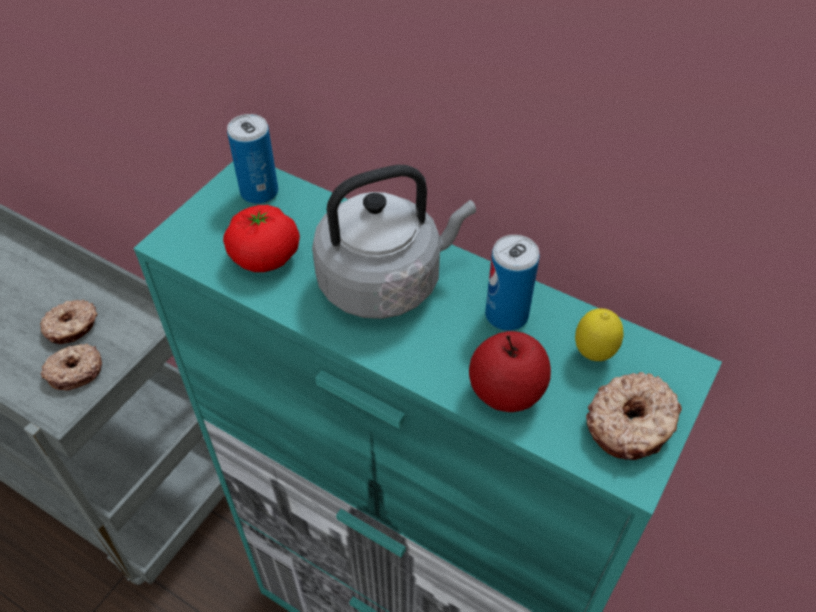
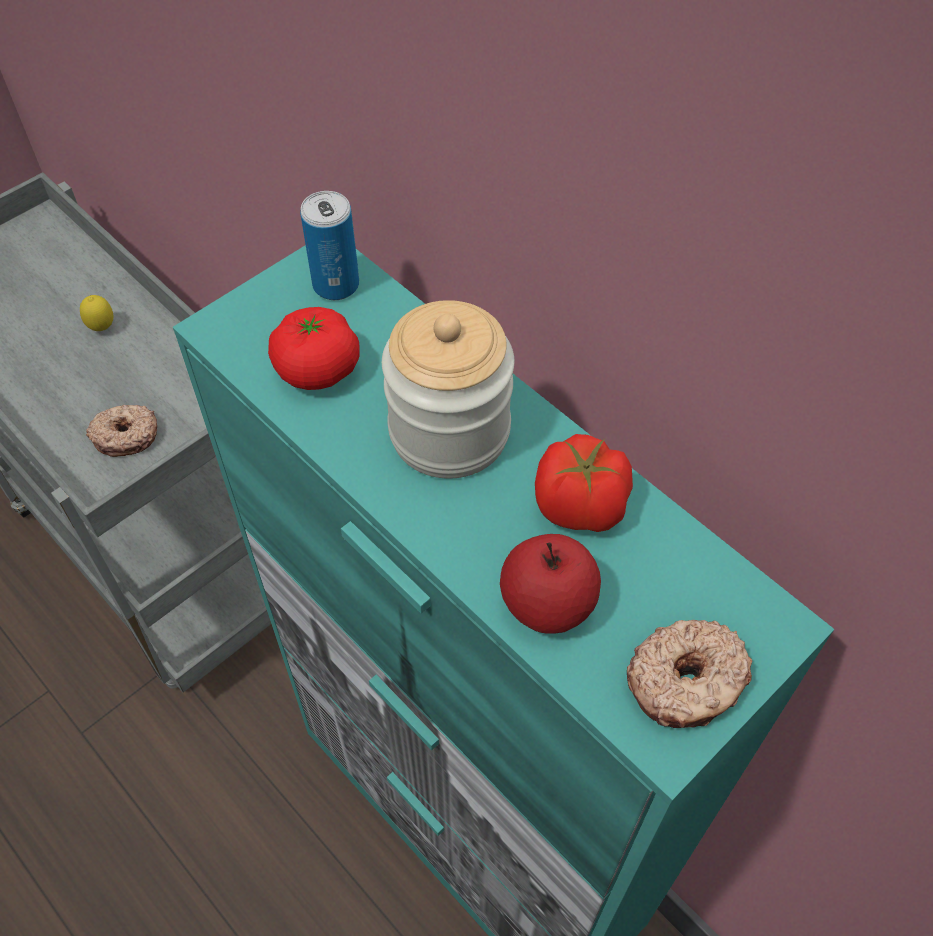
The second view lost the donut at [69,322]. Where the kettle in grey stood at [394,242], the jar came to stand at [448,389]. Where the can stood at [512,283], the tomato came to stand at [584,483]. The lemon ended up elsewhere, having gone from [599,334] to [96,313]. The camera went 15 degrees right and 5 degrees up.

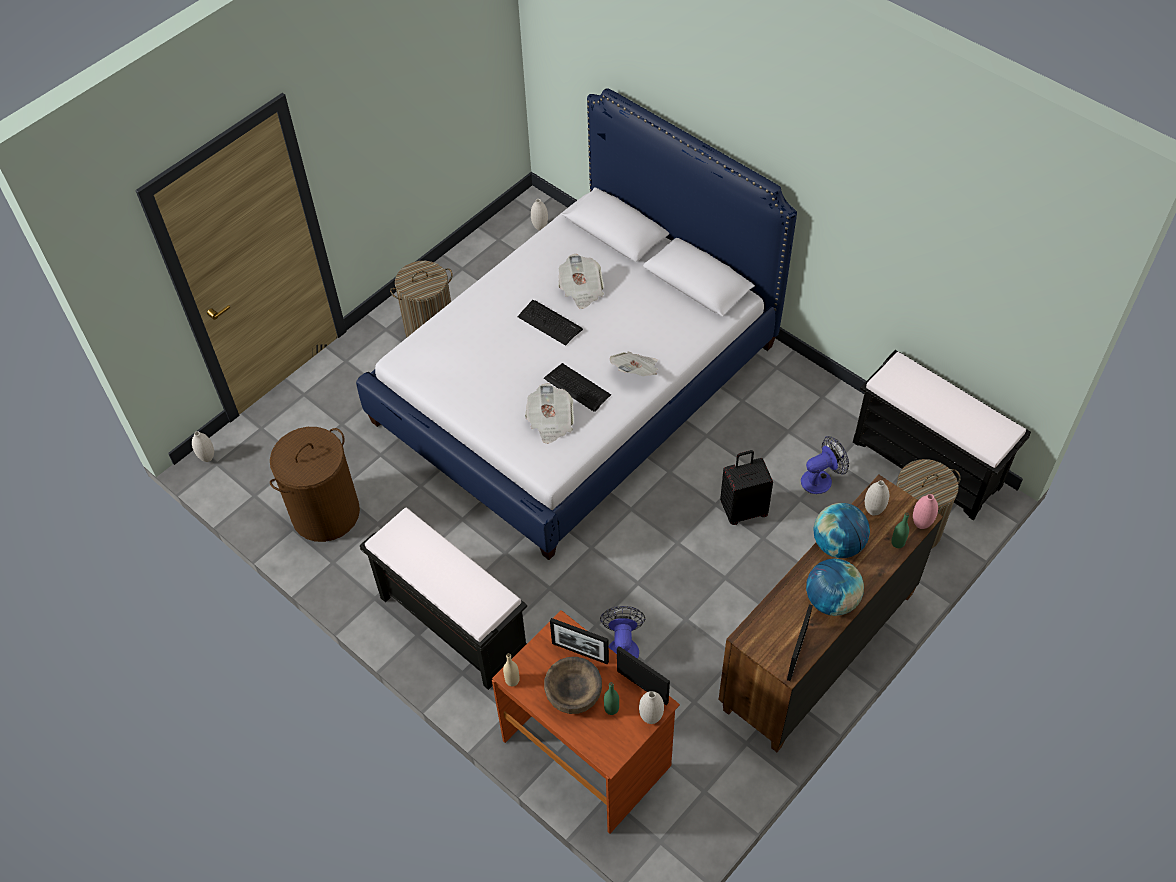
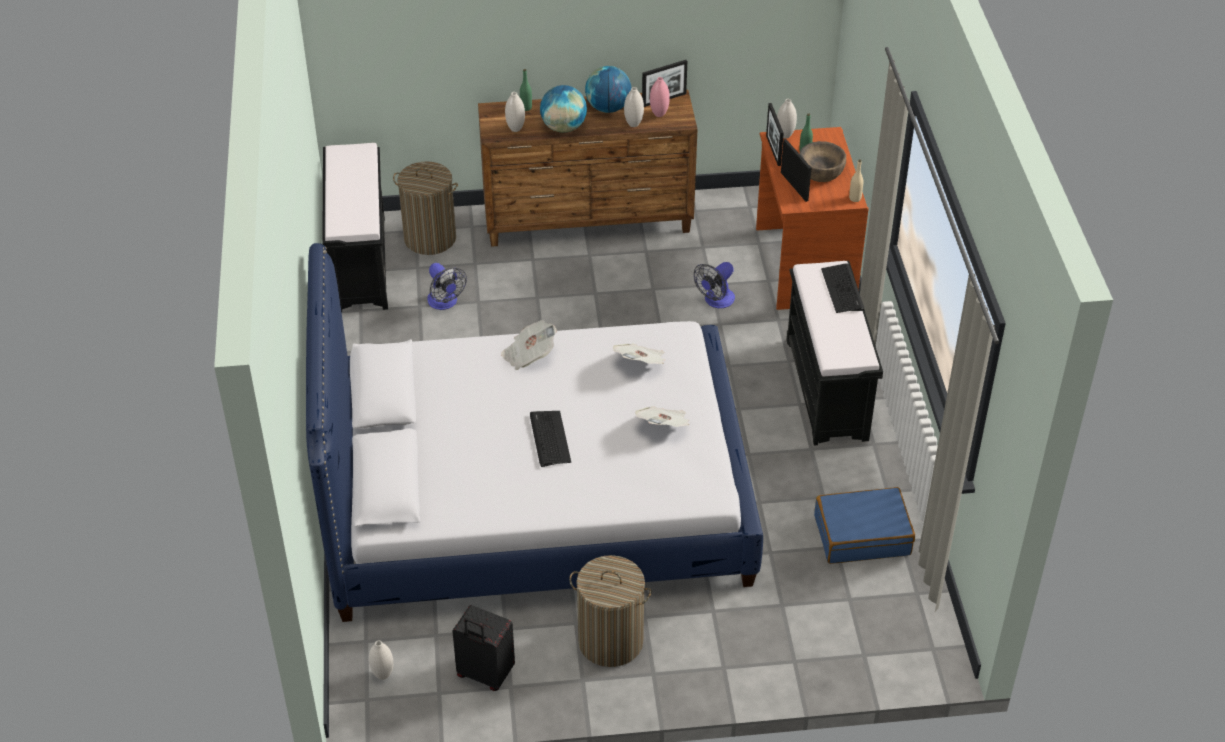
The vase in white ended up elsewhere, having gone from [203,446] to [634,107]. Where the laundry basket in brown stood at [315,484], the suitcase in blue came to stand at [864,525]. The keyboard ended up elsewhere, having gone from [577,387] to [842,288]. The newspaper ended up elsewhere, having gone from [581,281] to [662,416]. The suitcase in black ended up elsewhere, having gone from [746,487] to [483,648]. The fan at [825,465] ended up facing another way, 135 degrees counterclockwise from before. The vase in pink ended up elsewhere, having gone from [925,511] to [660,97]. The camera went 140 degrees left and 10 degrees down.

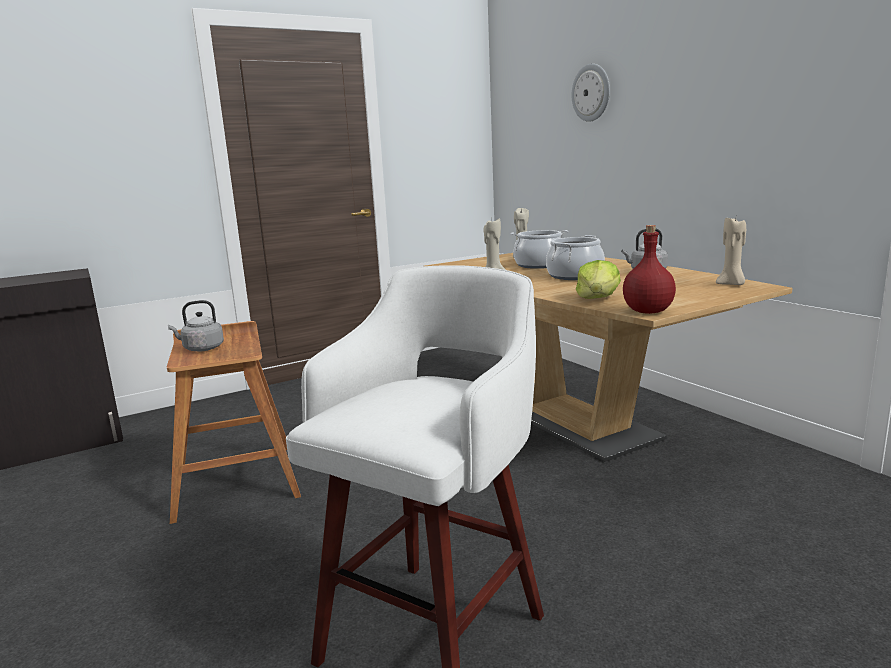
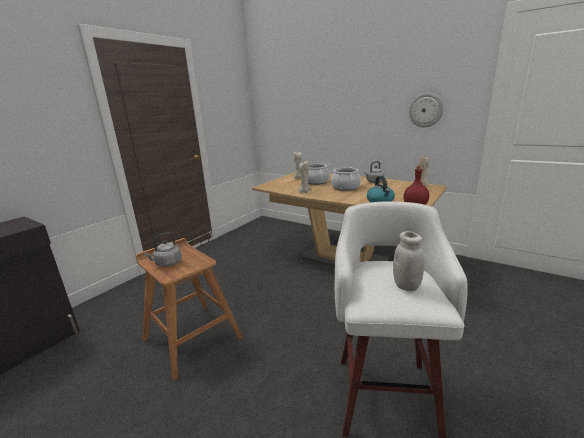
The wall clock ended up elsewhere, having gone from [591,93] to [426,110]. Where the lettuce stood at [598,279], the kettle came to stand at [381,189]. The second view gained the jar in white at [409,261]. The camera went 25 degrees left and 5 degrees up.

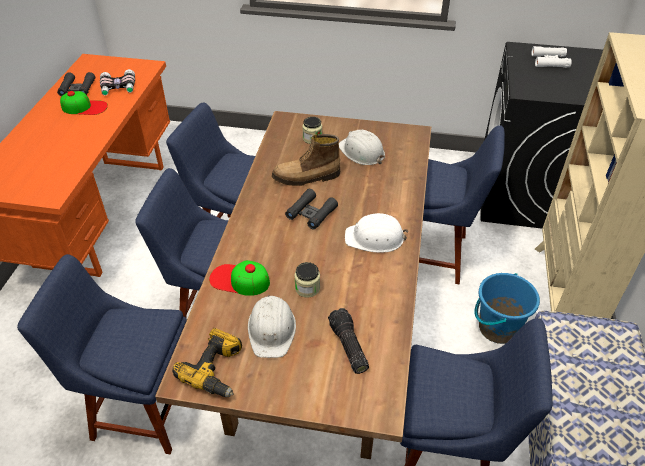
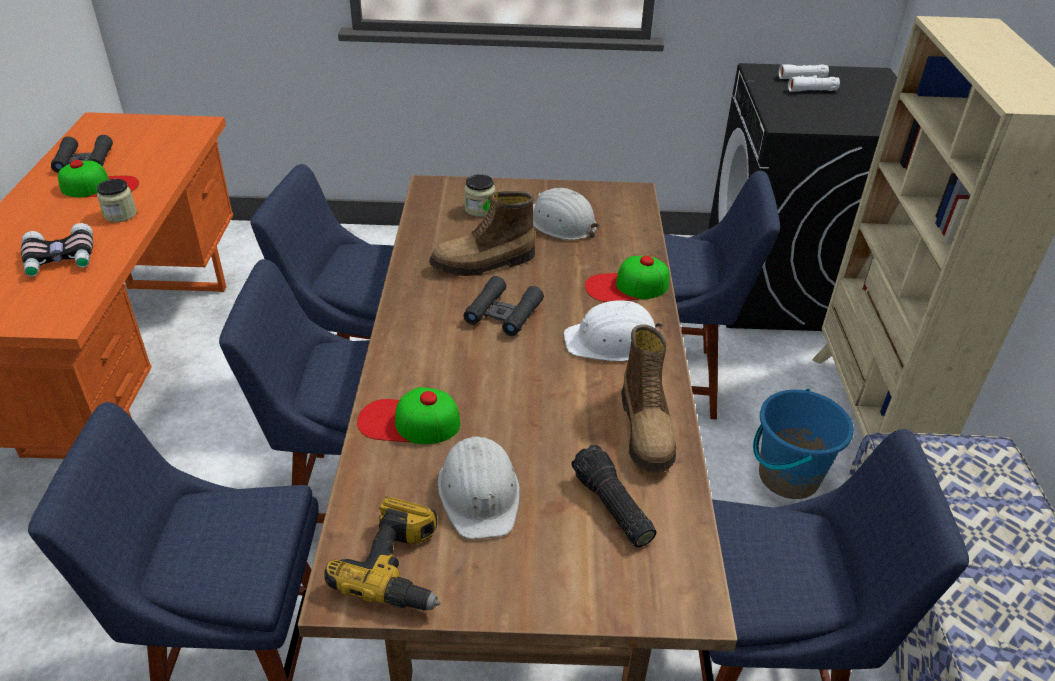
The binoculars ended up elsewhere, having gone from [117,82] to [57,250]. The jar ended up elsewhere, having gone from [307,280] to [117,200]. The second view gained the cap at [627,279]. The second view gained the boot at [648,398]. The camera went 10 degrees left and 5 degrees down.

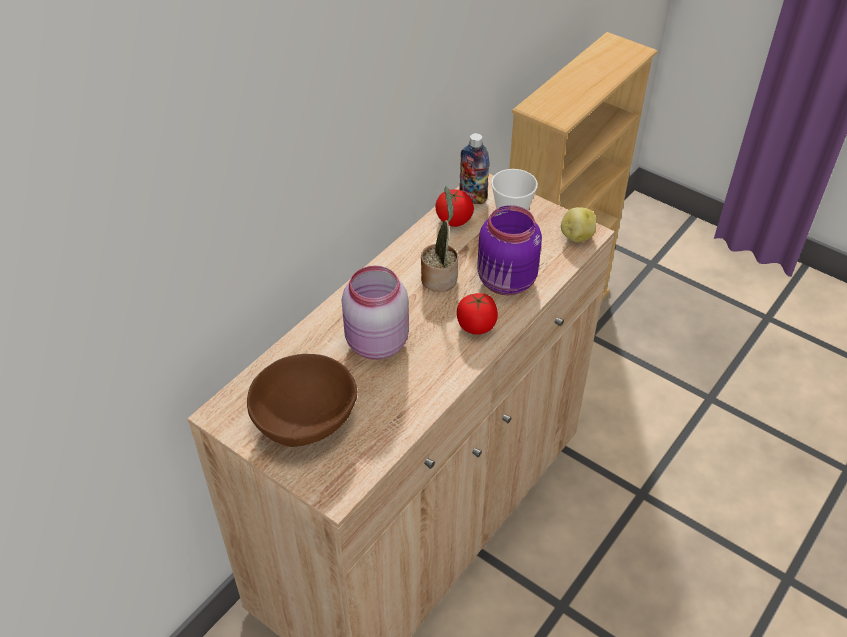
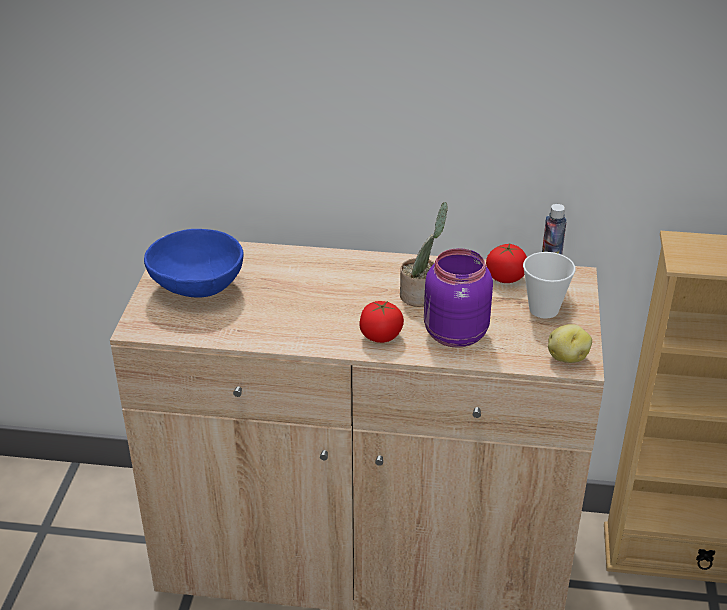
What was the bowl in brown at [302,400] turned into the bowl in blue at [194,263]. The second view lost the jar in pink at [375,313]. The camera went 60 degrees right and 10 degrees down.

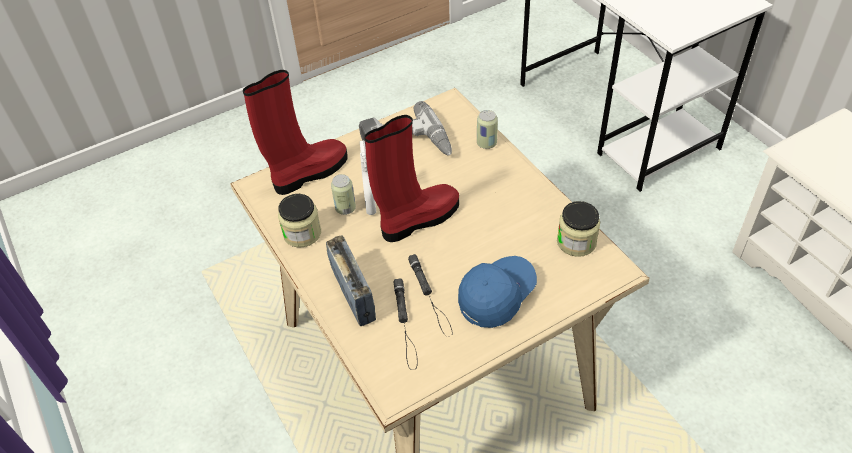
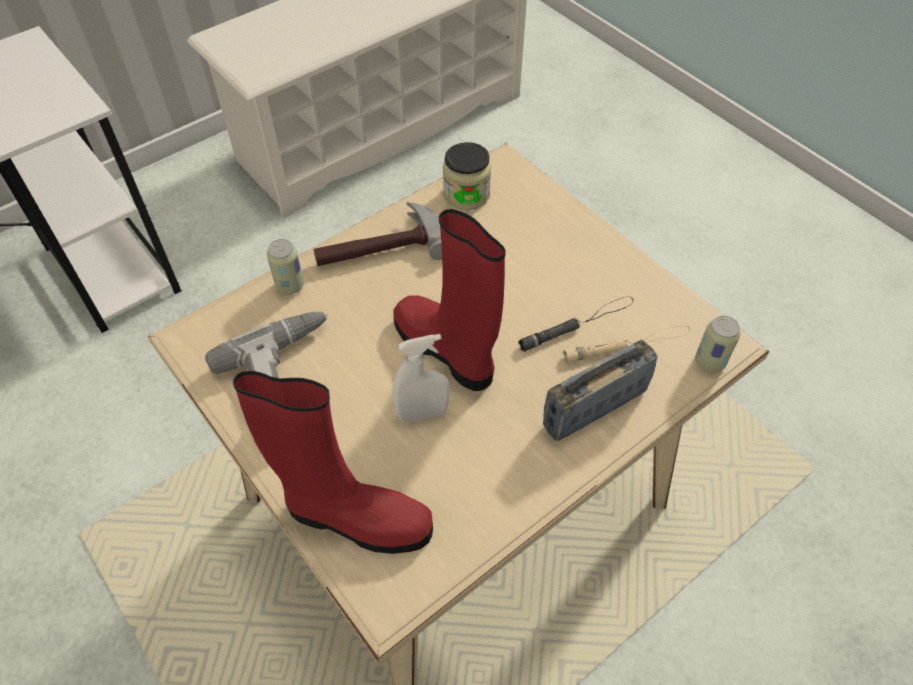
The boot in red at [295,132] ended up facing another way, 150 degrees clockwise from before. The second view lost the jar at [299,221]. The can ended up elsewhere, having gone from [343,194] to [718,344]. What was the flashlight in black at [406,323] turned into the flashlight in beige at [626,344]. The second view lost the cap in blue at [497,292]. The second view gained the hammer at [377,234]. The camera went 100 degrees left and 5 degrees up.

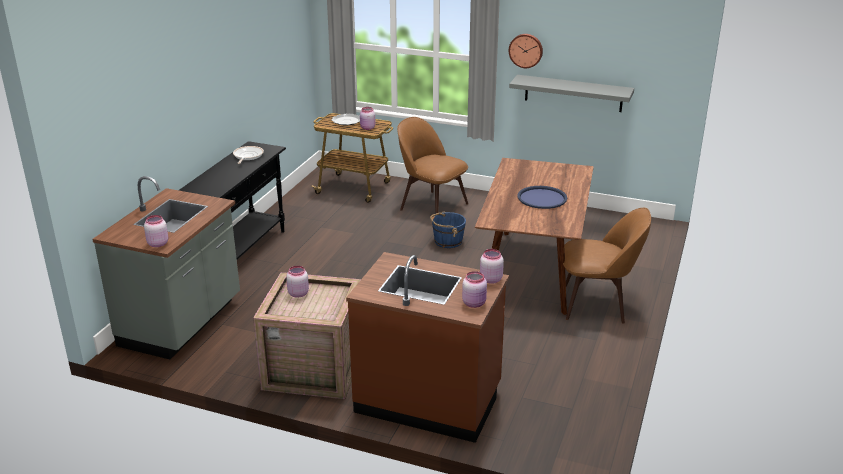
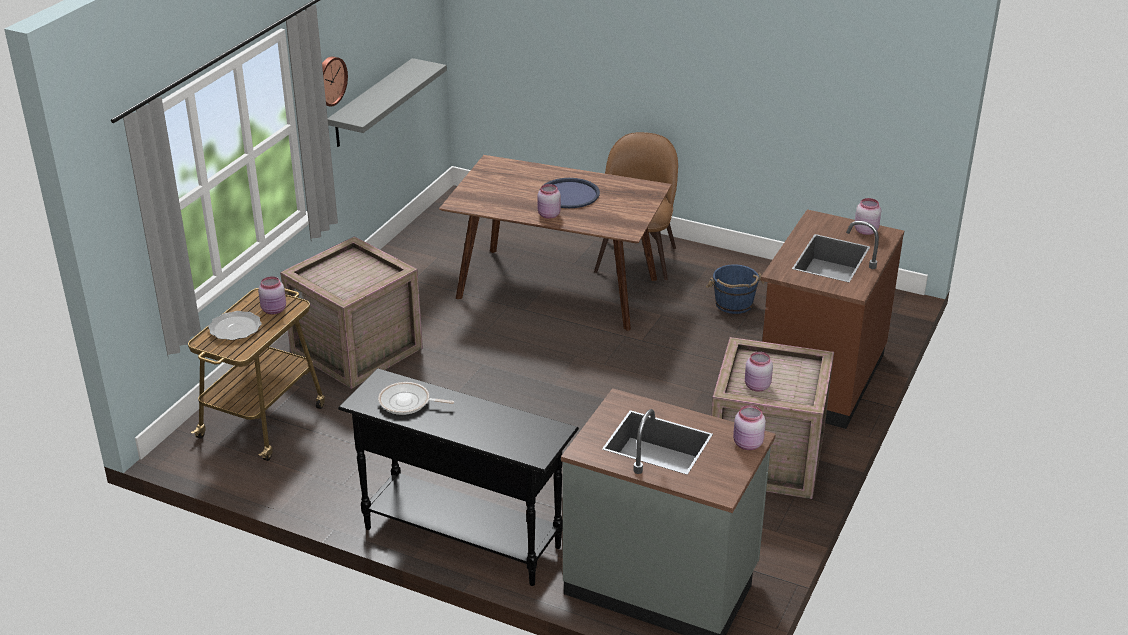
Where the chair in brown stood at [432,165], the crate came to stand at [351,312]. The bucket in blue ended up elsewhere, having gone from [448,229] to [735,289]. The jar in pink ended up elsewhere, having gone from [492,266] to [549,201]. The camera went 85 degrees left and 5 degrees up.

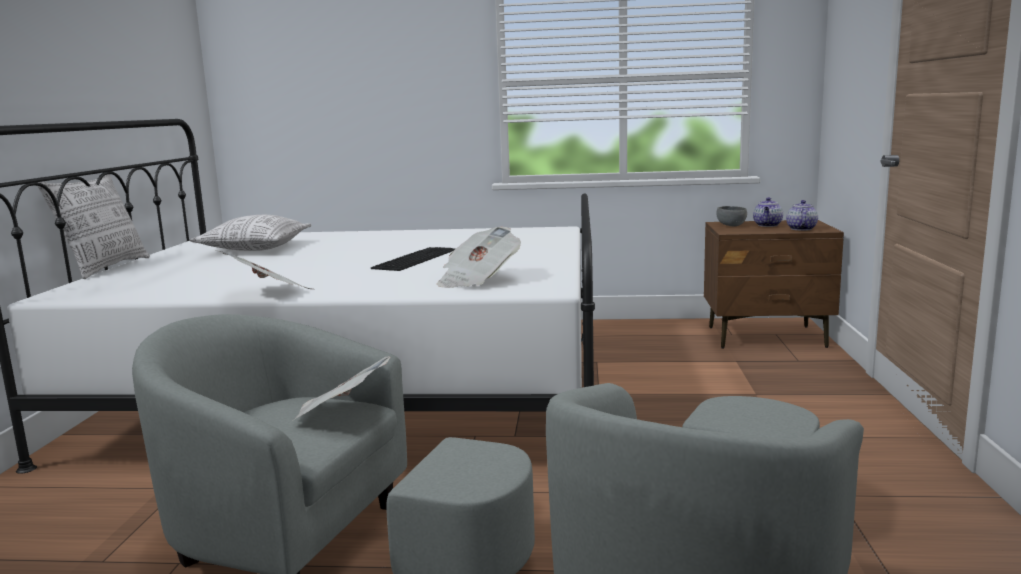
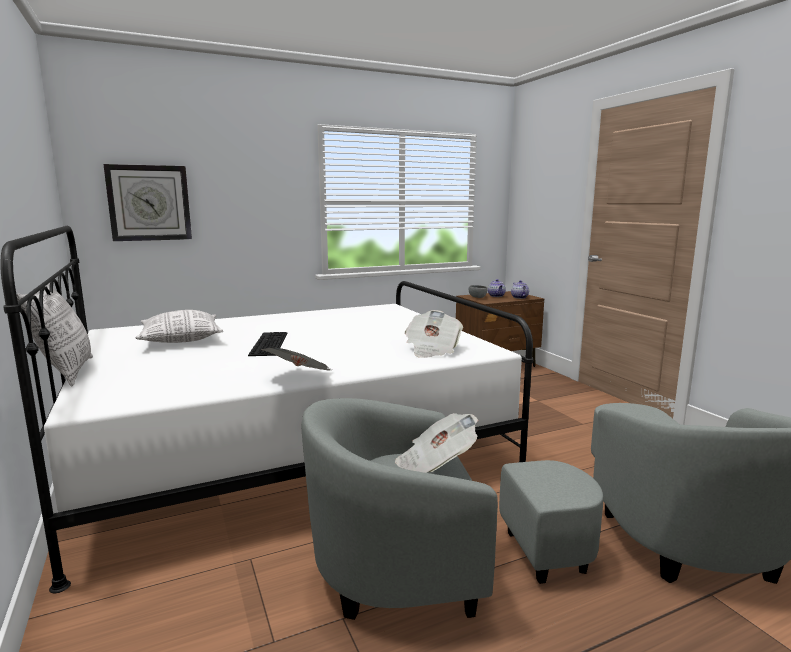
The keyboard ended up elsewhere, having gone from [413,259] to [267,344]. The second view gained the wall clock at [147,202]. The camera went 30 degrees left and 0 degrees up.

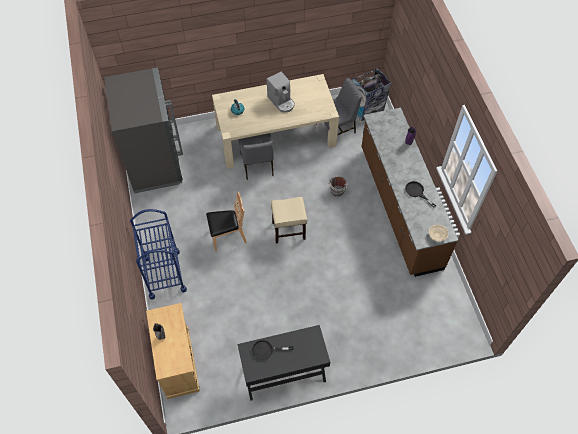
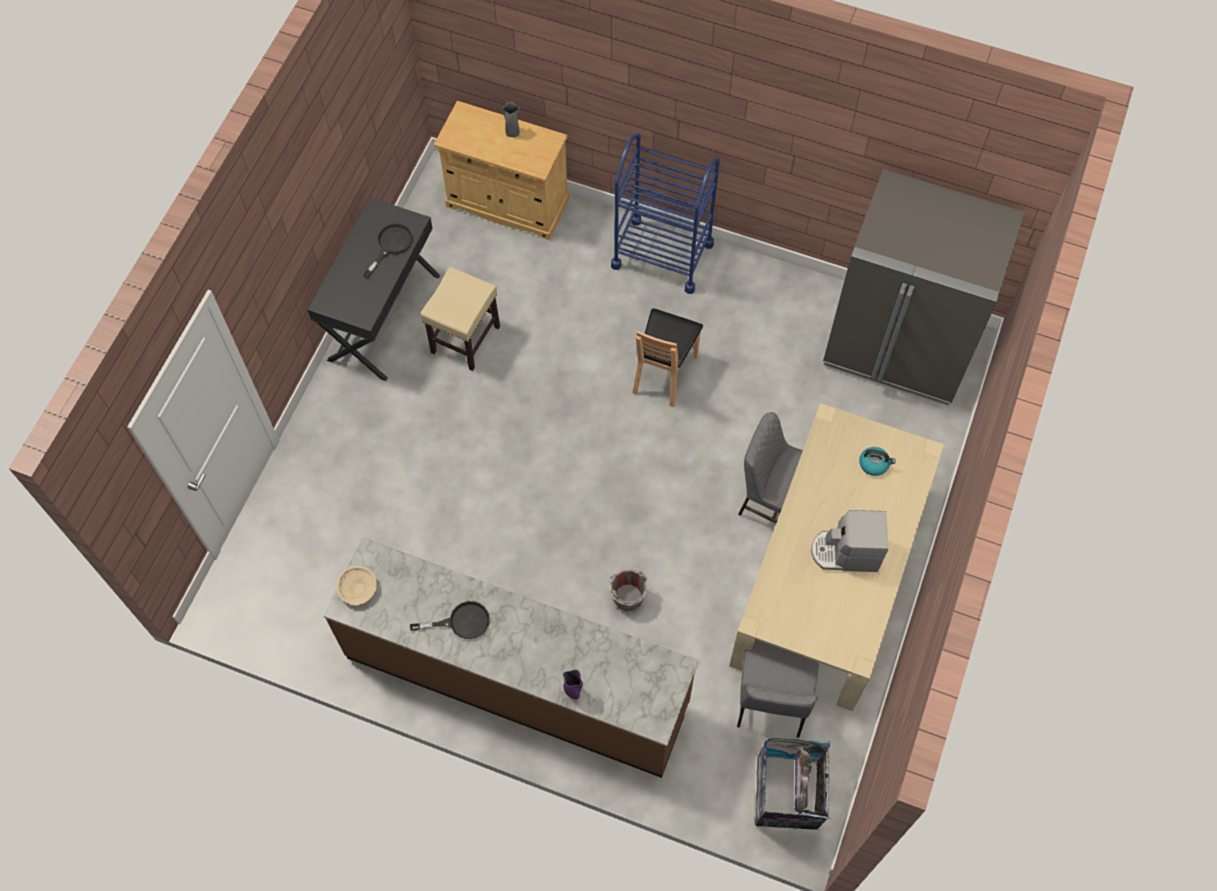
The stool in beige ended up elsewhere, having gone from [289,220] to [460,319]. The camera went 125 degrees right and 5 degrees up.

